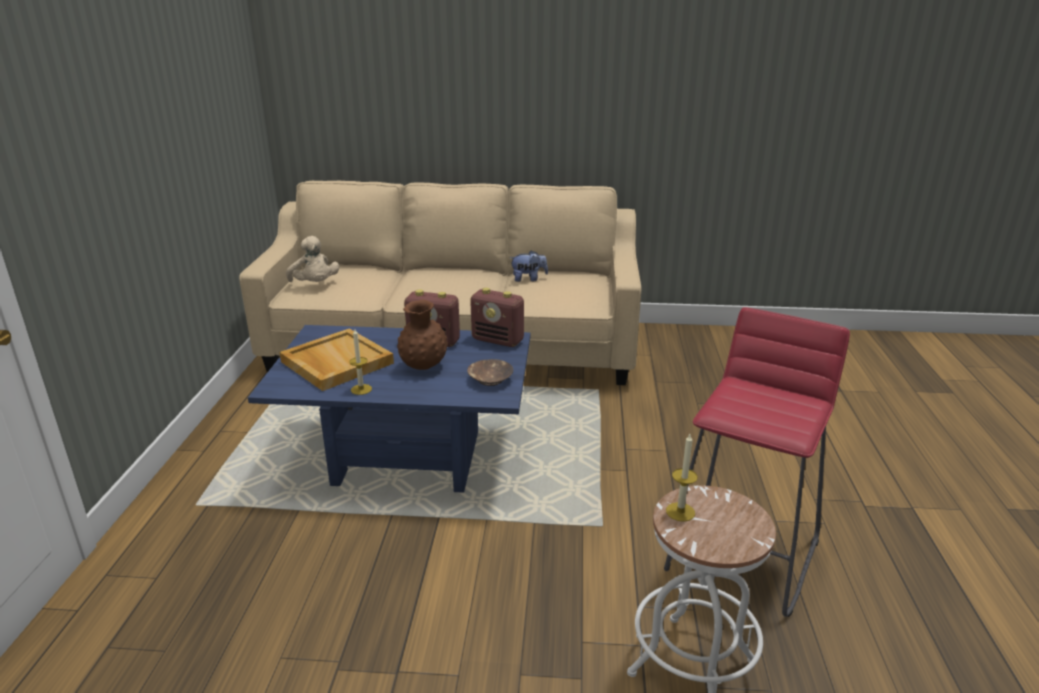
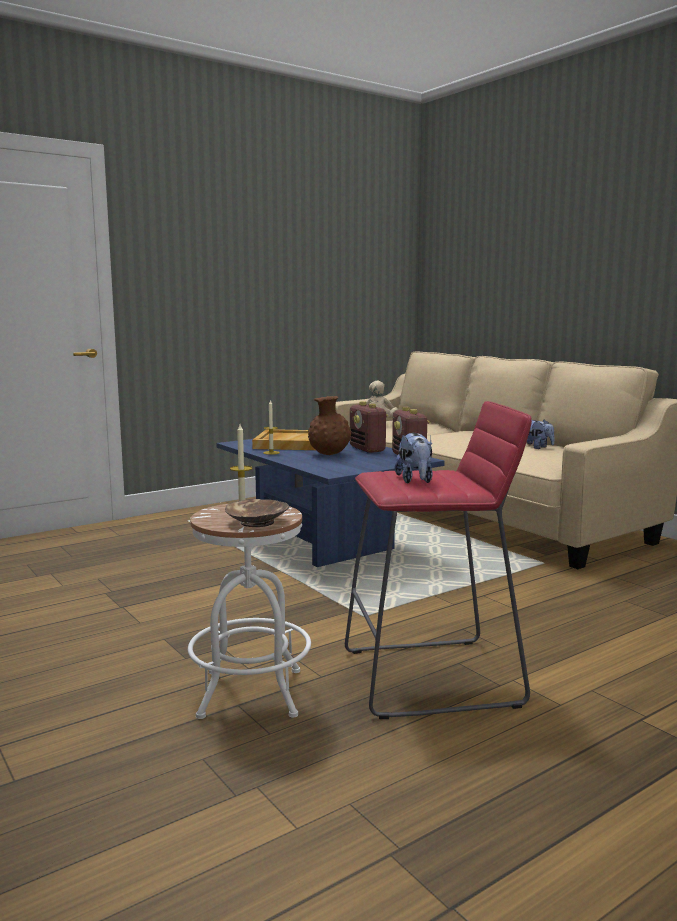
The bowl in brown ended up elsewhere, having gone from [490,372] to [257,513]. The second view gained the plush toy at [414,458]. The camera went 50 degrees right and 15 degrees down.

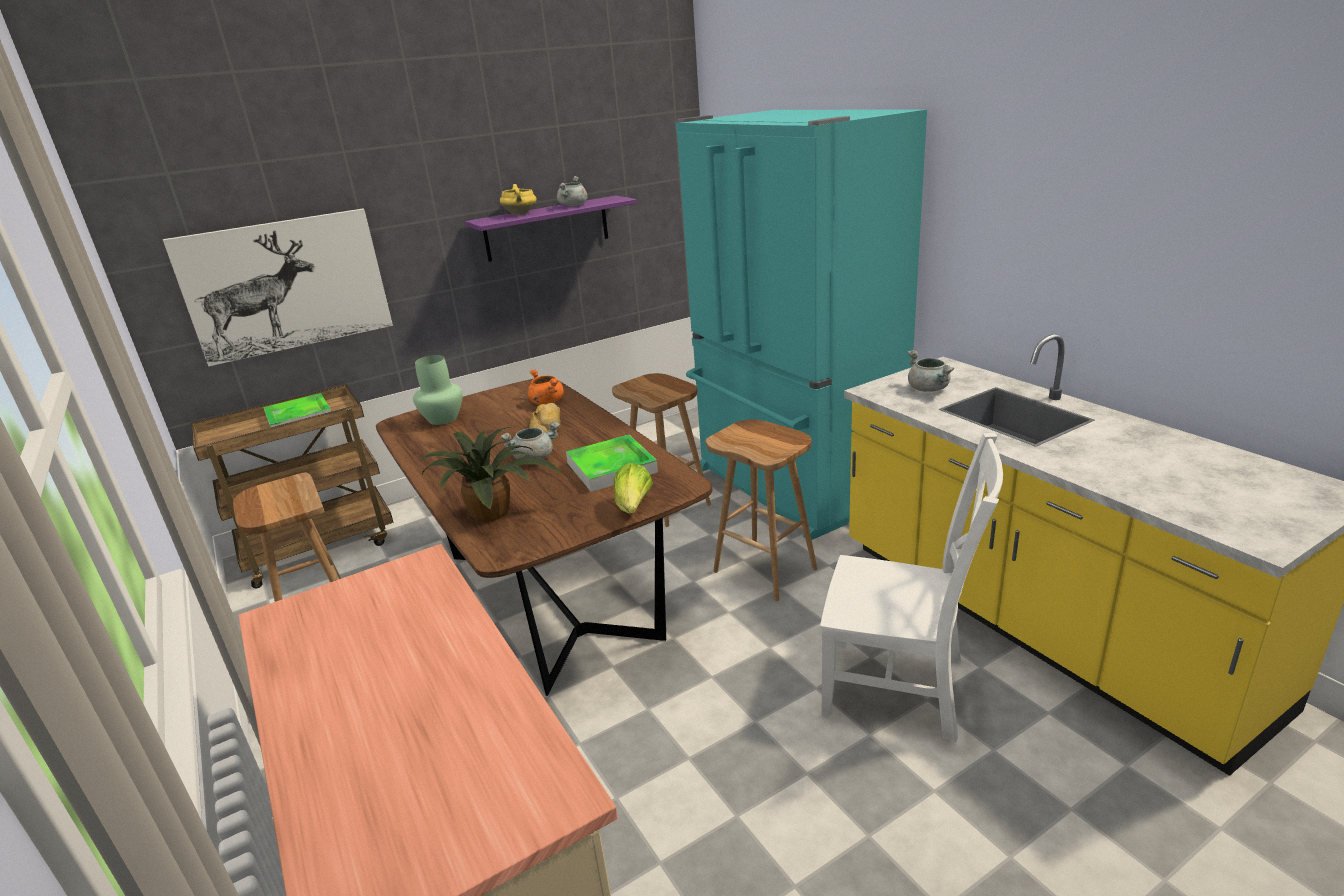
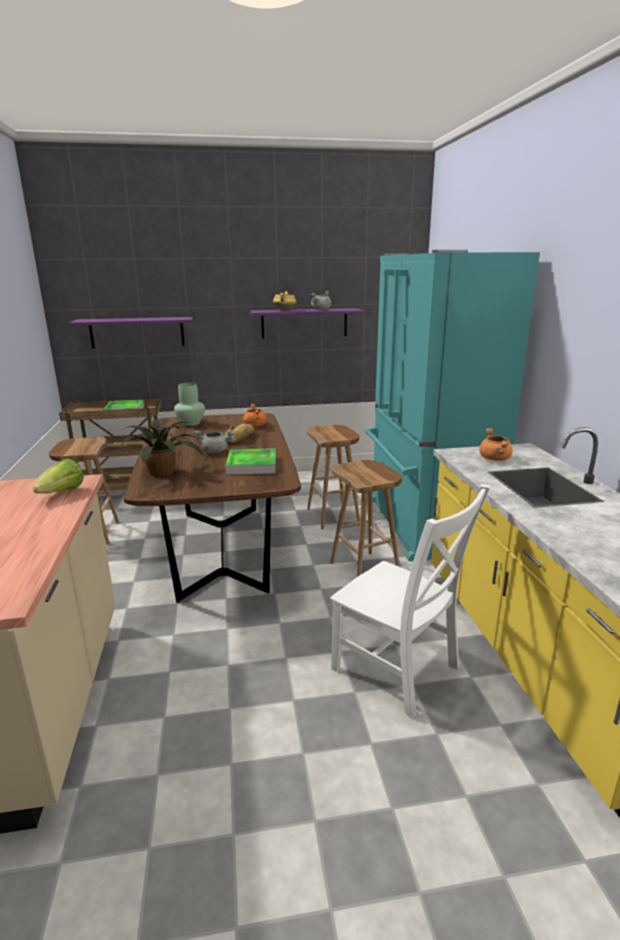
Where the picture hung at [278,287], the shelf in purple came to hang at [131,333]. The lettuce ended up elsewhere, having gone from [633,488] to [58,476]. What was the cooking pot in grey at [930,371] turned into the cooking pot in orange at [496,444]. The camera went 20 degrees right and 5 degrees down.

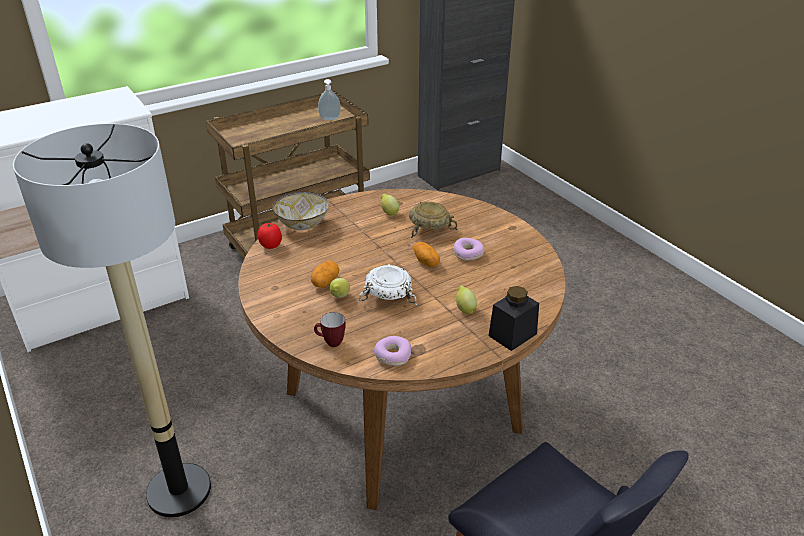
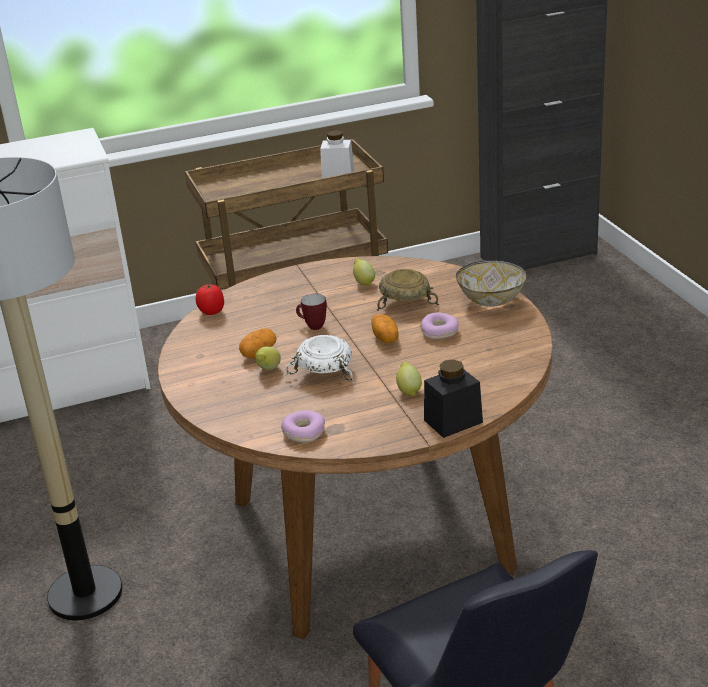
The bowl ended up elsewhere, having gone from [300,211] to [491,283]. The mug ended up elsewhere, having gone from [330,329] to [311,312]. Where the soap dispenser stood at [329,99], the jar in white came to stand at [337,154]. The camera went 15 degrees right and 5 degrees down.

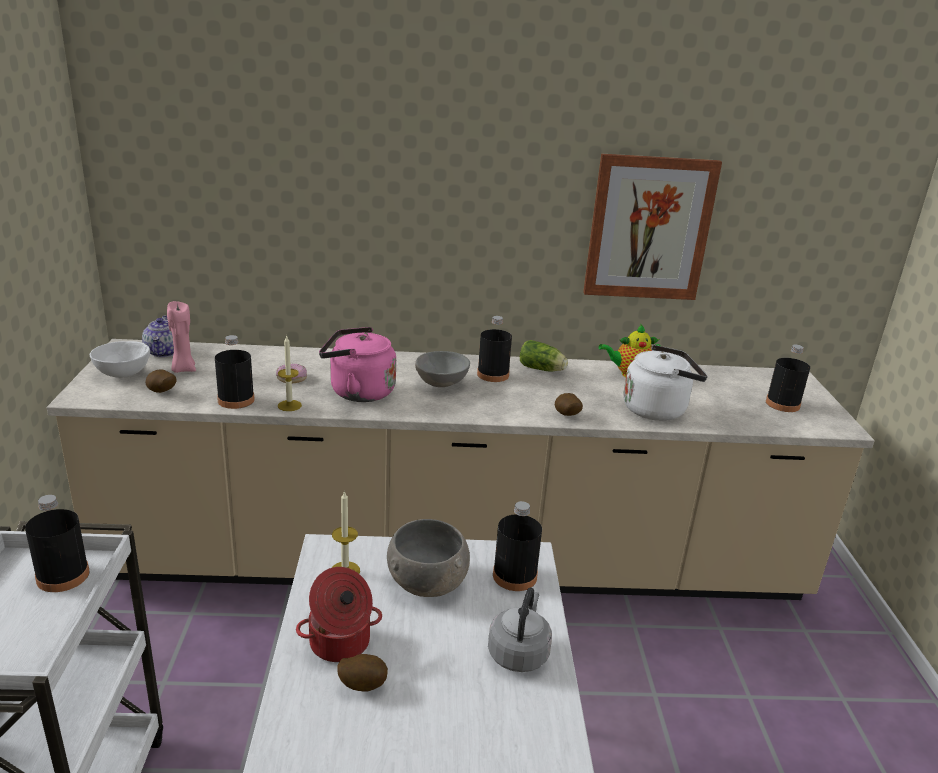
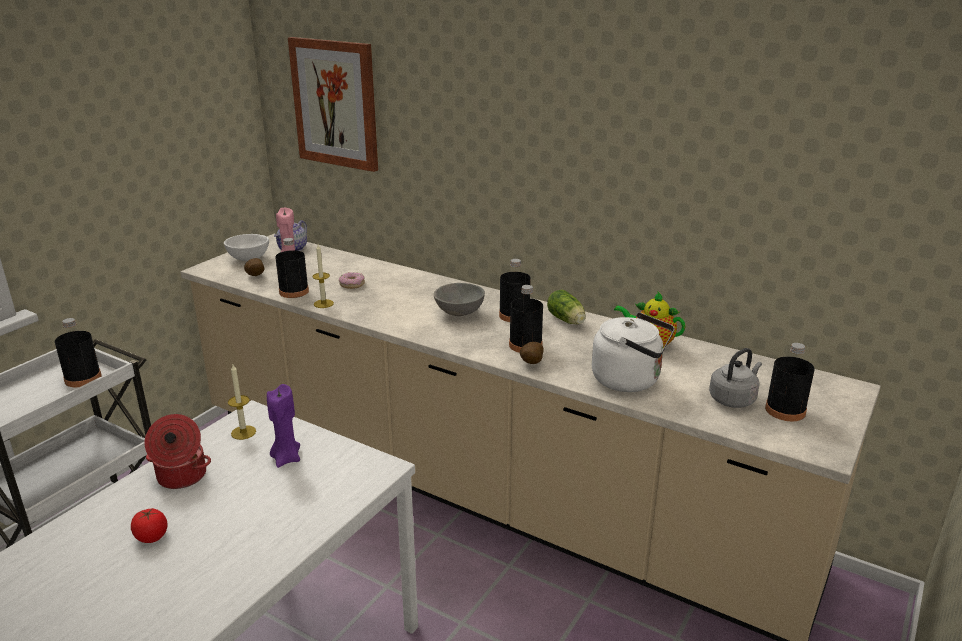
The second view lost the kettle in pink at [357,364]. The second view lost the potato at [362,673]. Where the bowl in grey stood at [428,558], the candle in purple came to stand at [283,426]. The kettle in grey ended up elsewhere, having gone from [520,629] to [735,378]. The bottle in black ended up elsewhere, having gone from [517,546] to [526,319]. The picture ended up elsewhere, having gone from [652,227] to [333,104]. The second view gained the tomato at [149,525]. The camera went 35 degrees right and 0 degrees up.

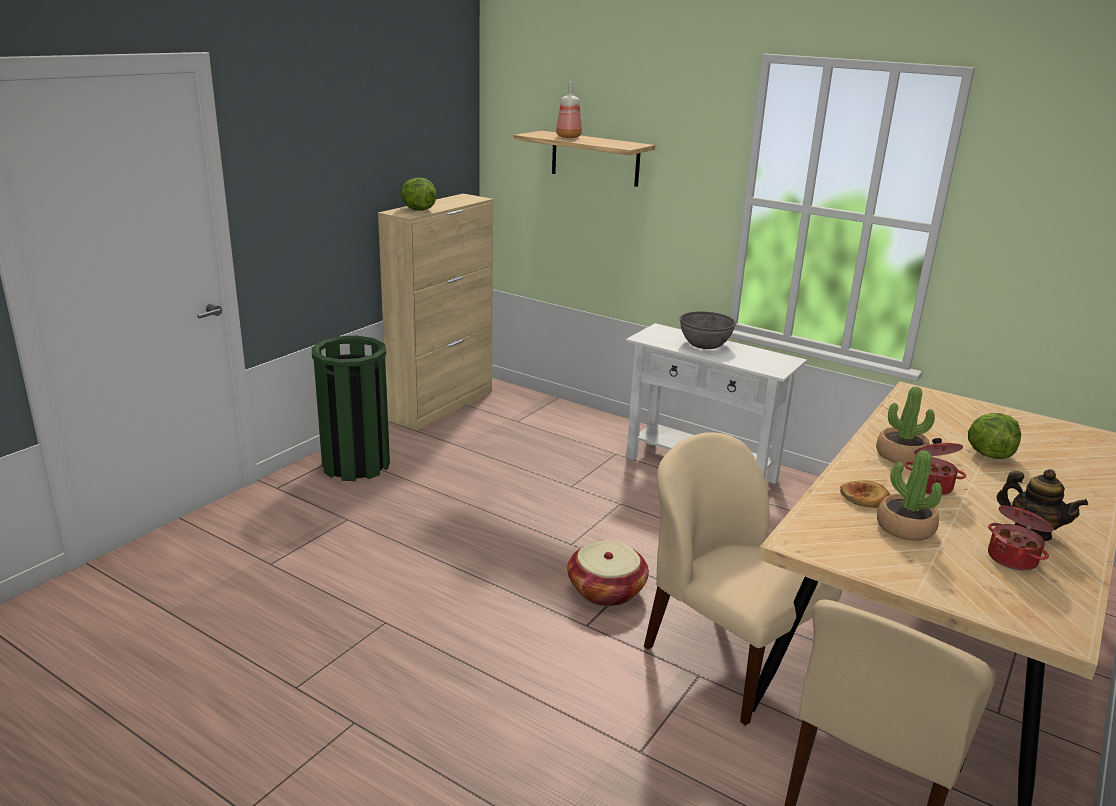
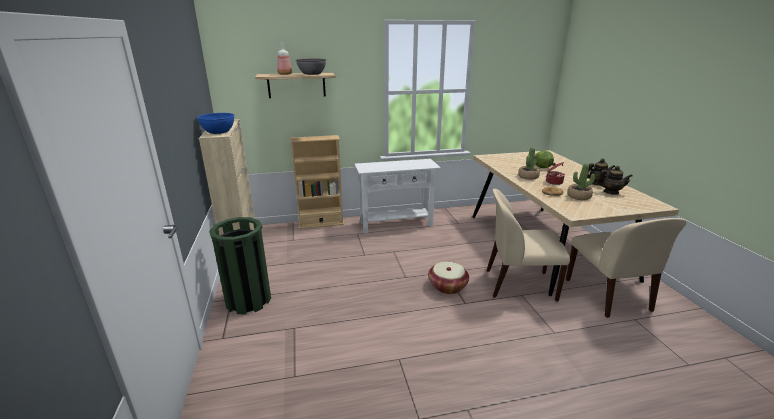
Where the lettuce stood at [418,194], the bowl in blue came to stand at [216,123]. The bowl in grey ended up elsewhere, having gone from [708,330] to [311,67]. Where the cooking pot stood at [1021,538], the teapot came to stand at [614,180]. The second view gained the bookcase in beige at [317,182]. The camera went 45 degrees left and 0 degrees up.

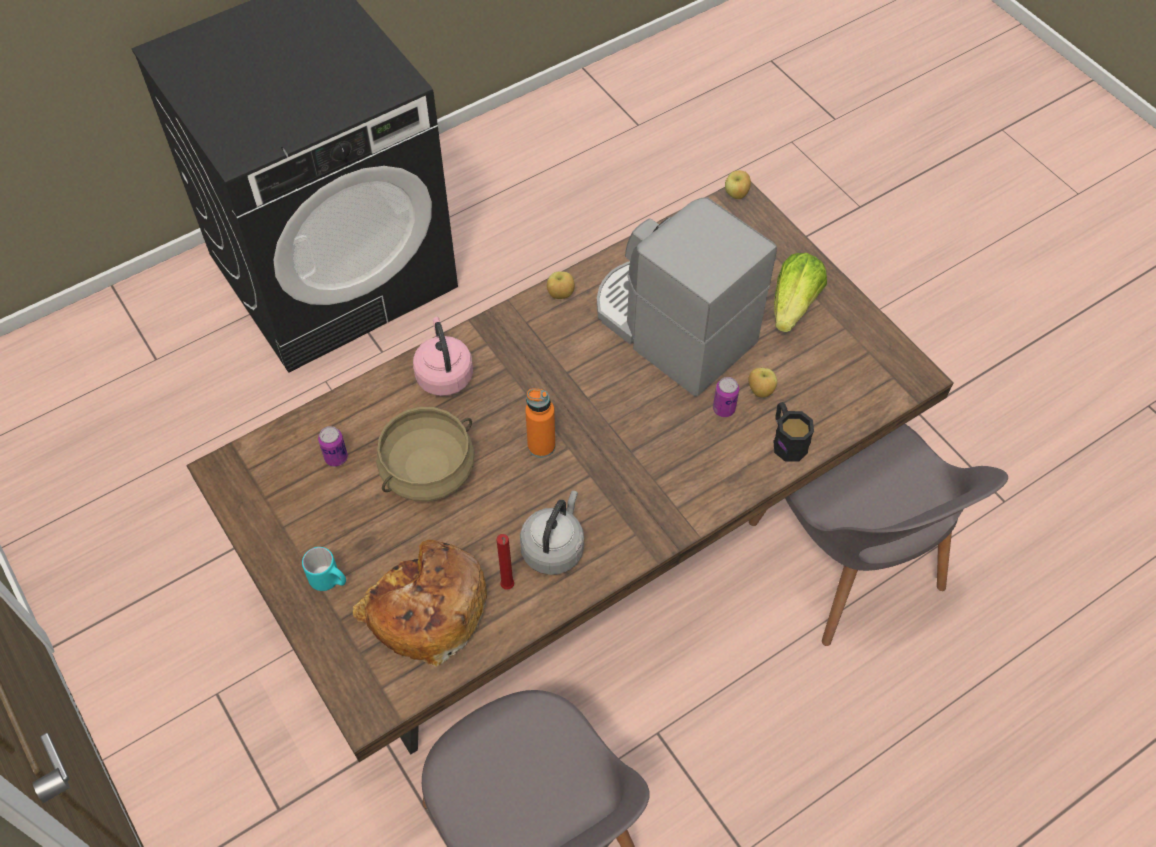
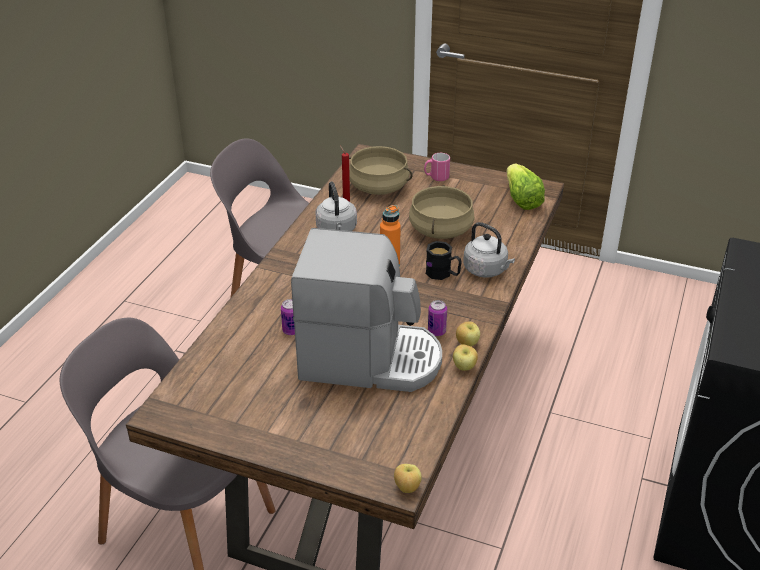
What was the mug in turquoise at [324,569] turned into the mug in pink at [437,167]. The can ended up elsewhere, having gone from [333,446] to [437,318]. Where the bread stood at [420,603], the cooking pot in beige came to stand at [380,170]. What was the kettle in pink at [443,356] turned into the kettle in grey at [489,250]. The apple ended up elsewhere, having gone from [762,382] to [465,357]. The mug in black ended up elsewhere, having gone from [793,432] to [444,260]. The lettuce ended up elsewhere, having gone from [800,292] to [526,186]. The camera went 145 degrees right and 20 degrees down.

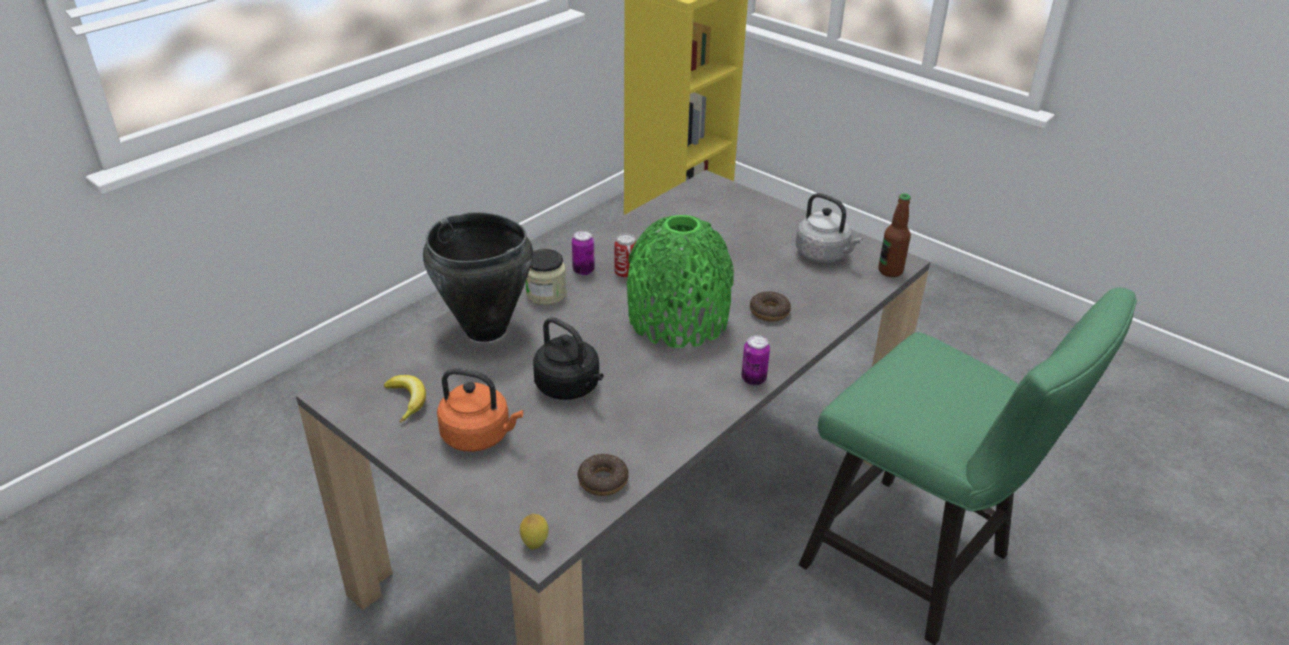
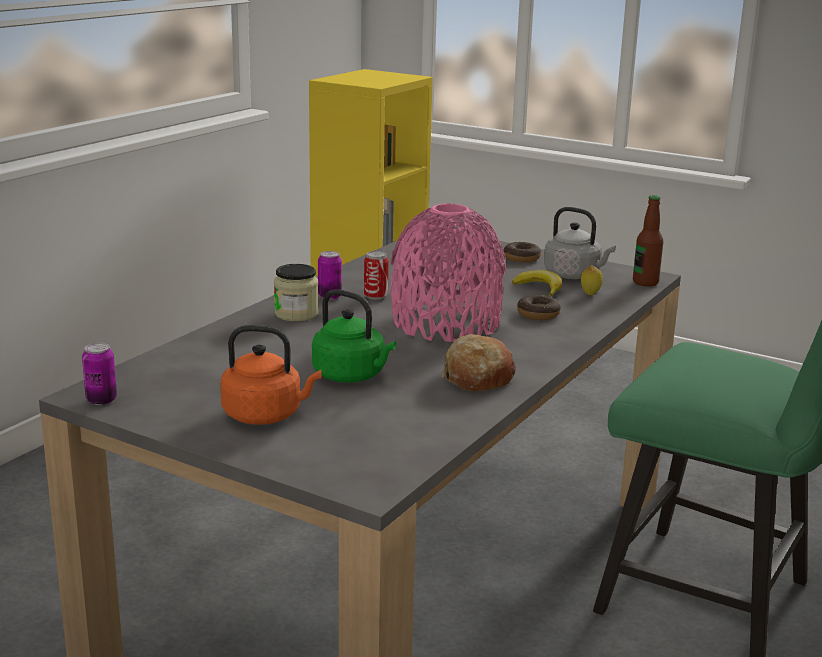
The banana ended up elsewhere, having gone from [405,399] to [537,283]. The second view lost the cooking pot in black at [478,277]. The lemon ended up elsewhere, having gone from [534,531] to [592,280]. What was the kettle in black at [568,358] turned into the kettle in green at [354,336]. The donut ended up elsewhere, having gone from [603,475] to [522,252]. What was the vase in green at [680,281] turned into the vase in pink at [448,272]. The can ended up elsewhere, having gone from [756,360] to [99,374]. The second view gained the bread at [479,362]. The camera went 10 degrees left and 15 degrees down.

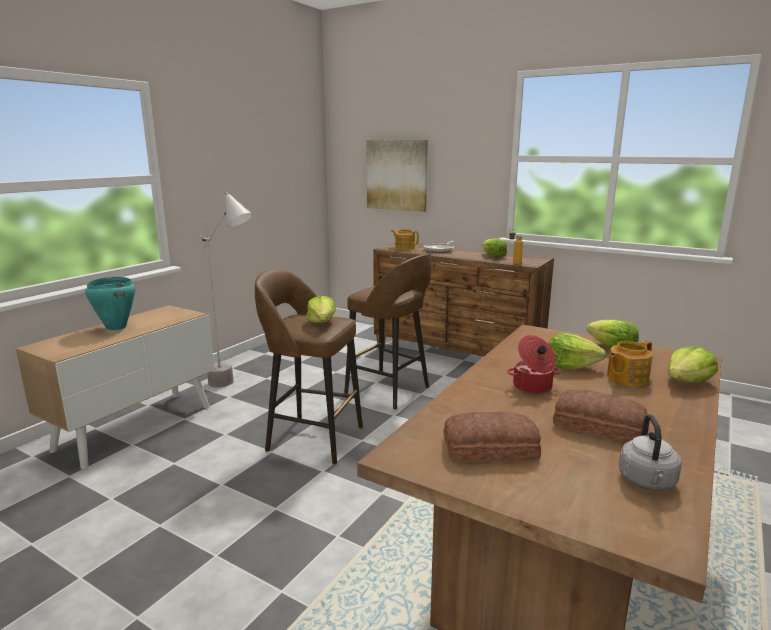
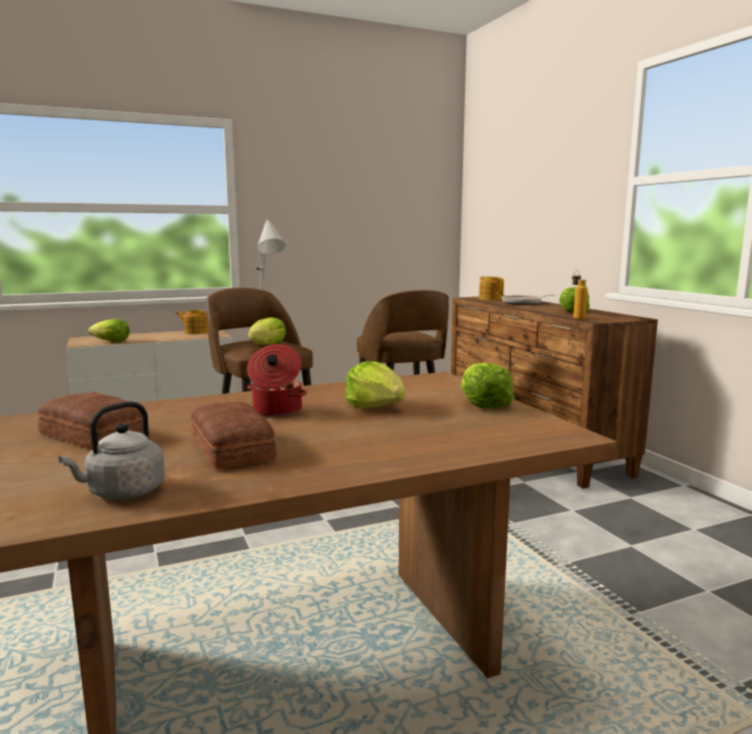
The second view lost the cooking pot in turquoise at [110,303]. The second view lost the picture at [397,176]. The teapot ended up elsewhere, having gone from [630,363] to [192,322]. The lettuce ended up elsewhere, having gone from [692,364] to [109,330]. The camera went 35 degrees right and 5 degrees down.

